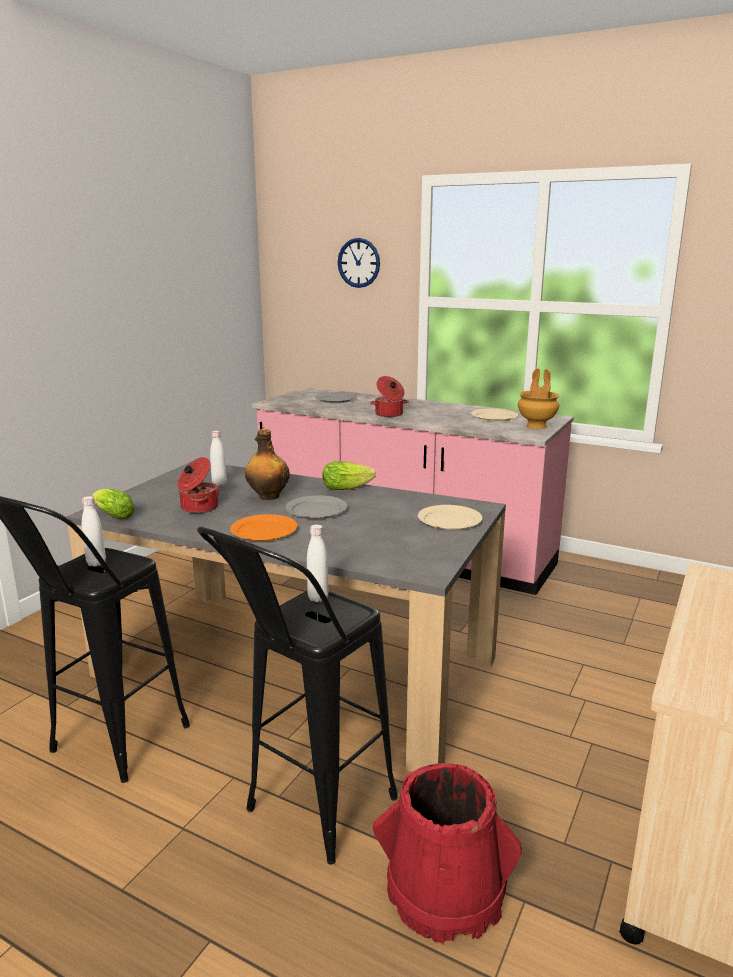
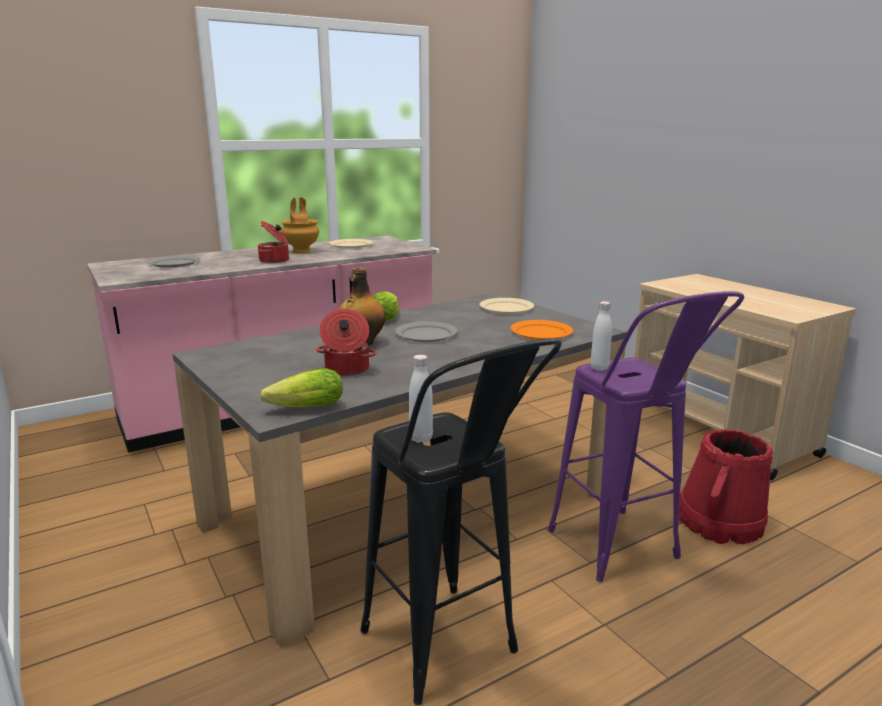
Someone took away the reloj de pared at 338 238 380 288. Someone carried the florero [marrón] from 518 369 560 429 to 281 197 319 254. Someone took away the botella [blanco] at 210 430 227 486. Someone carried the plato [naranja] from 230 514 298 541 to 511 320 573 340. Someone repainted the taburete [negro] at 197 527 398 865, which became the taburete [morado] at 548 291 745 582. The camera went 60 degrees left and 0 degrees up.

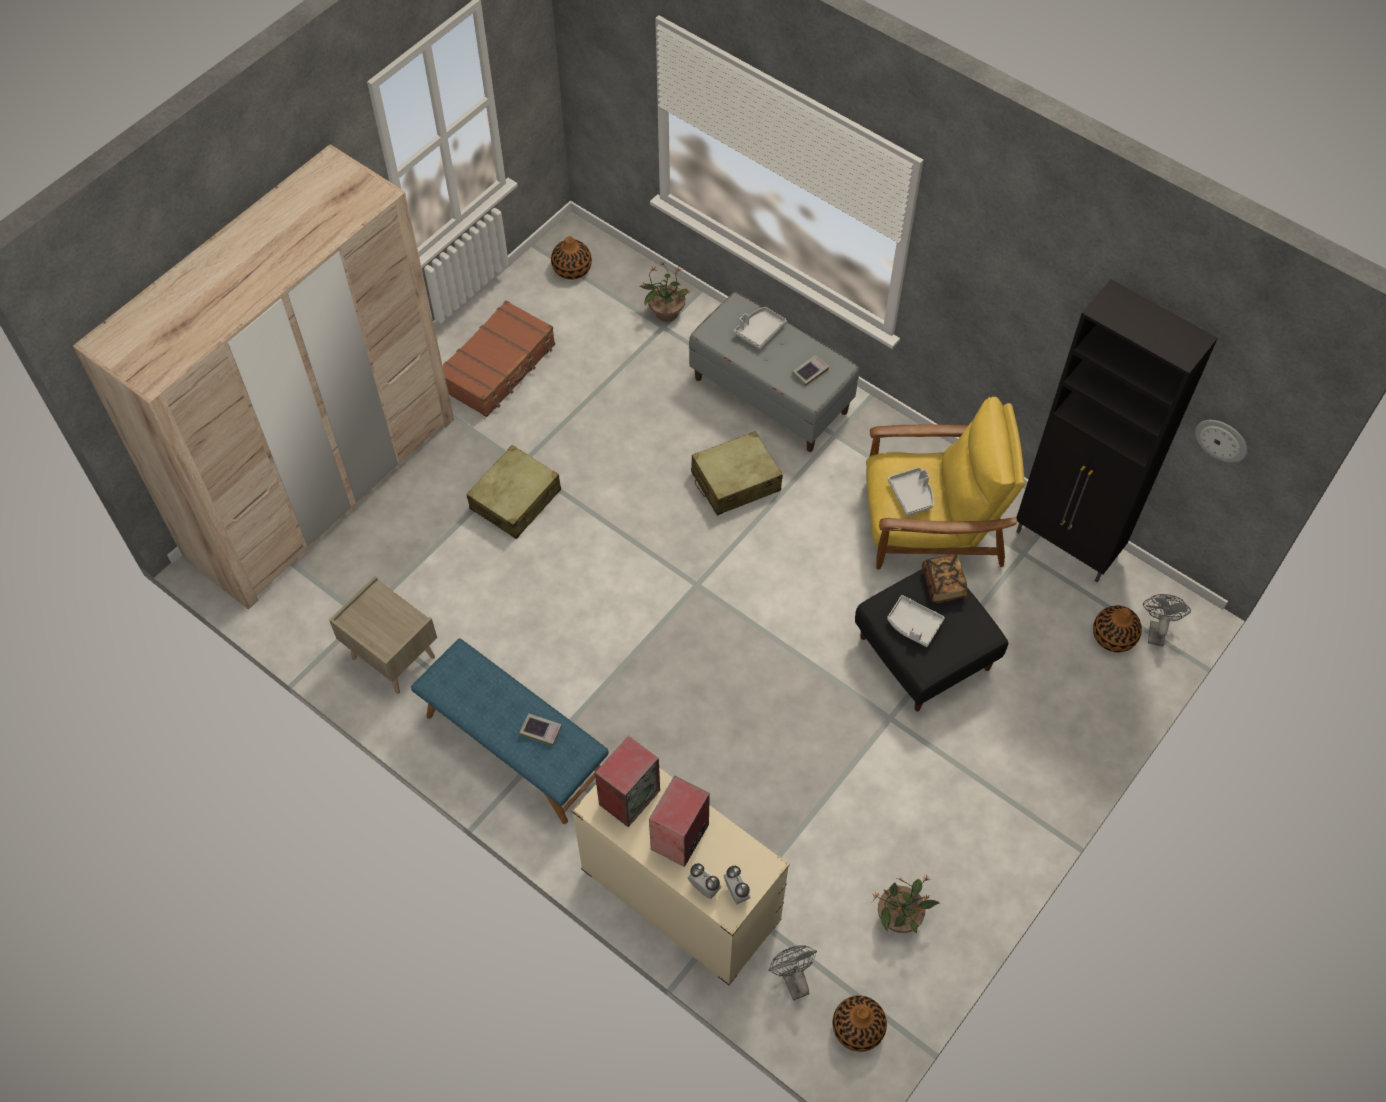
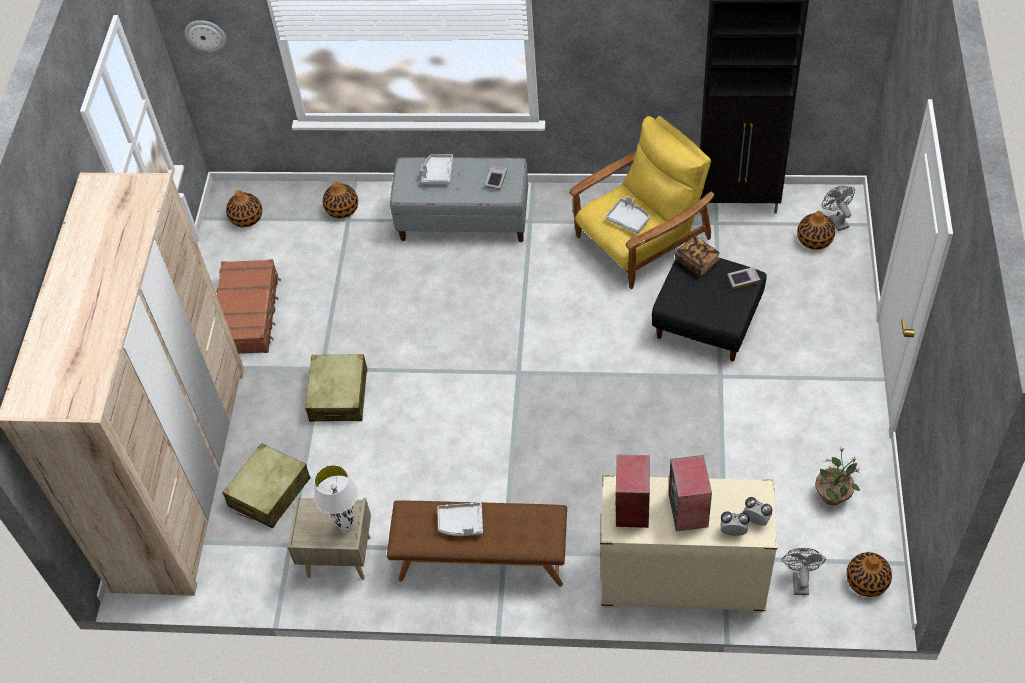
Someone swapped the planta en maceta at 639 261 691 322 for the florero at 323 181 358 219. Someone carried the reloj de pared from 1195 420 1247 463 to 184 20 226 52. Someone carried the maleta [beis] from 691 431 783 516 to 222 443 311 528. Someone carried the bandeja [gris] from 887 595 945 647 to 437 502 483 536. Someone repainted the banco [azul] at 411 639 609 824, which became the banco [marrón] at 387 501 567 587. Someone carried the libro from 519 713 562 746 to 727 267 760 289. Someone rotated the ventilador [gris] at 769 945 817 1000 by 60 degrees clockwise. Someone put down the lámpara de mesa [blanco] at 314 465 358 533. The camera went 30 degrees left and 5 degrees down.

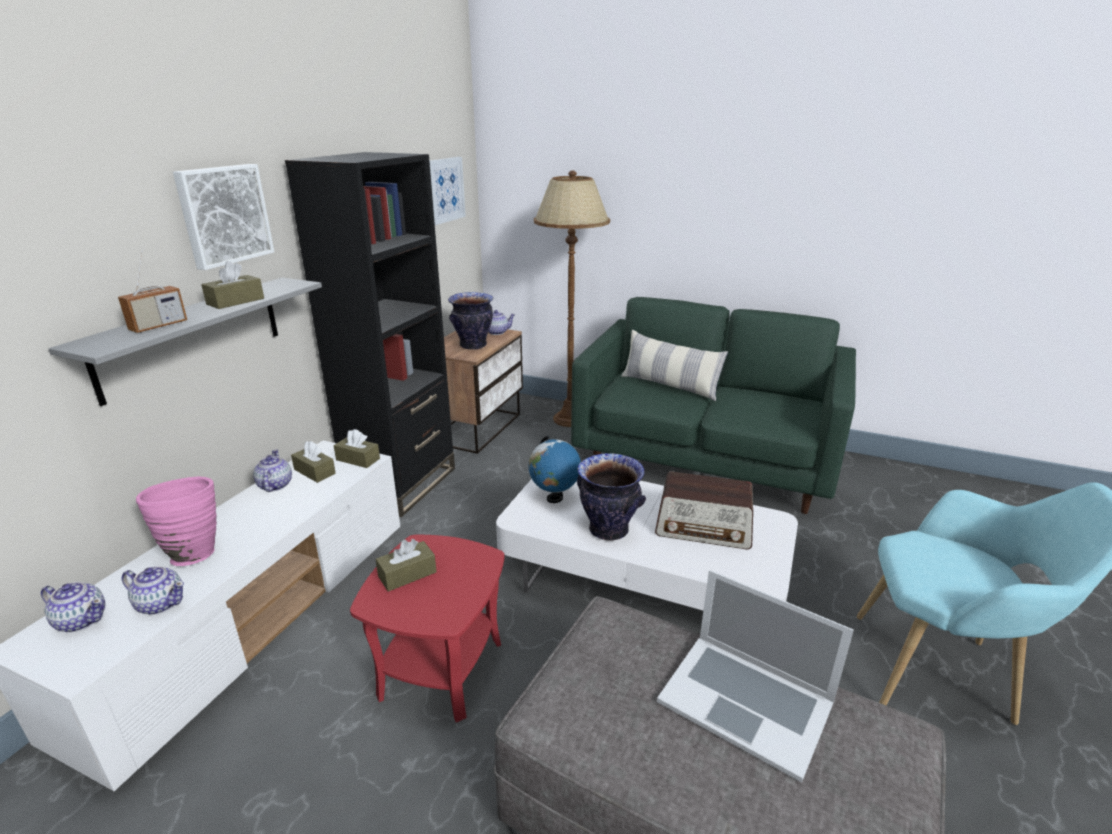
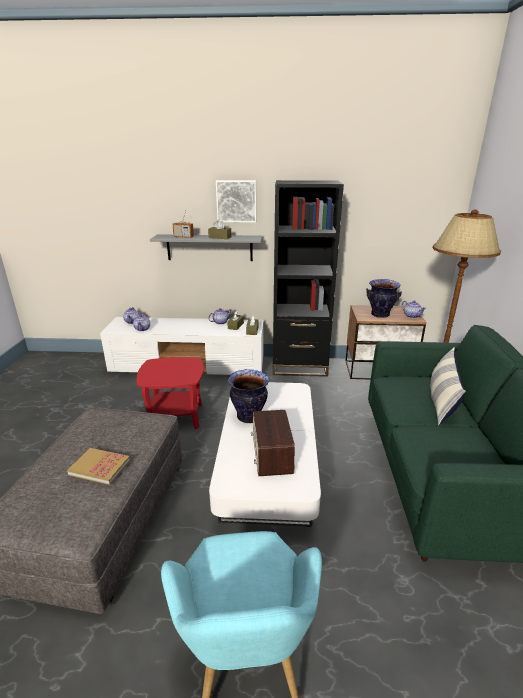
Someone took away the cuadro at 429 157 466 225. Someone took away the globo terráqueo at 528 435 581 503. Someone took away the florero [rosa] at 136 476 217 566. Someone took away the caja de pañuelos [marrón] at 375 539 437 592. Someone swapped the portátil at 657 570 854 783 for the libro at 67 448 131 485. The camera went 70 degrees right and 0 degrees up.

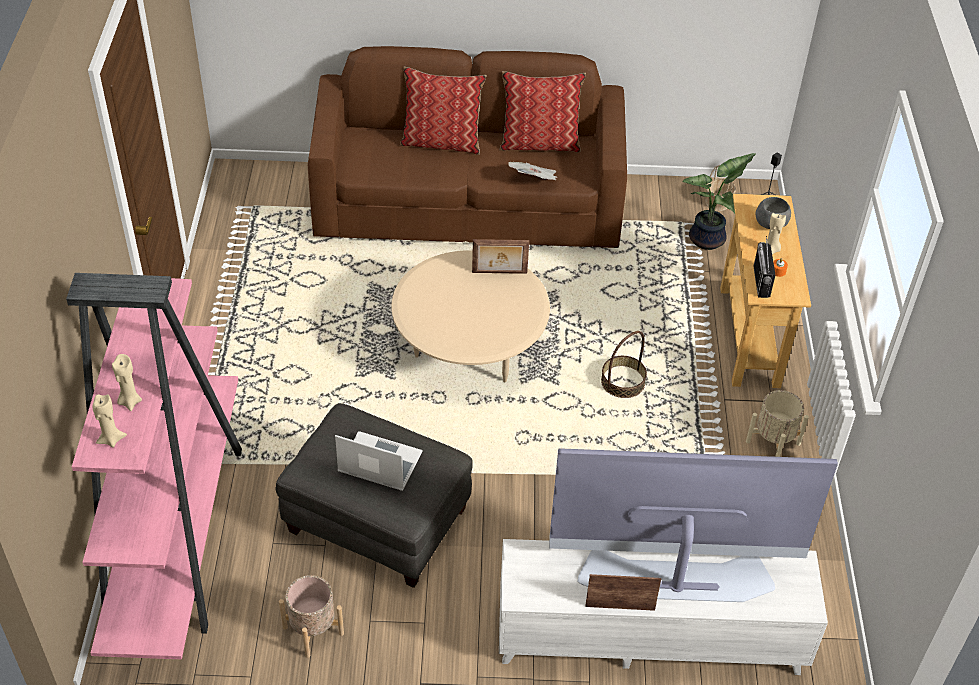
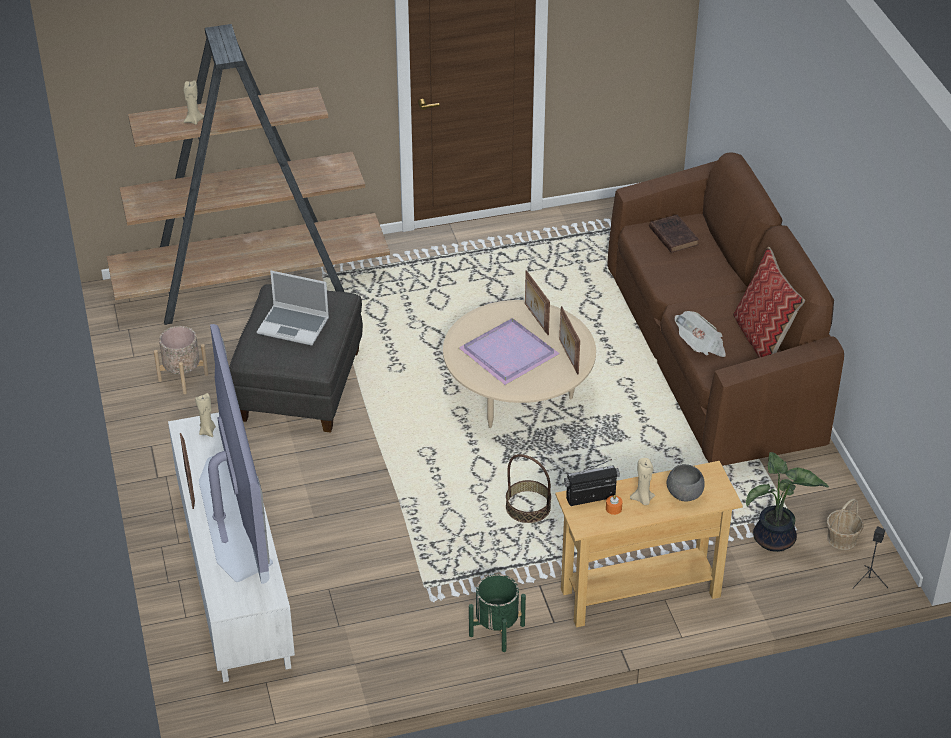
Someone took away the cojín at 400 67 487 155. Someone repainted the estantería [rosa] at 66 273 242 659, which became the estantería [marrón] at 107 24 390 325. Someone repainted the maceta [beis] at 746 390 809 457, which became the maceta [verde] at 469 574 526 652. Someone carried the vela [beis] from 93 394 127 448 to 195 393 216 437. Someone rotated the portátil at 335 431 422 491 by 105 degrees clockwise. Someone put down the libro [marrón] at 649 215 699 253. Someone put down the portarretratos at 525 270 550 335. Someone put down the bandeja [morado] at 459 318 560 385. The camera went 75 degrees right and 5 degrees down.

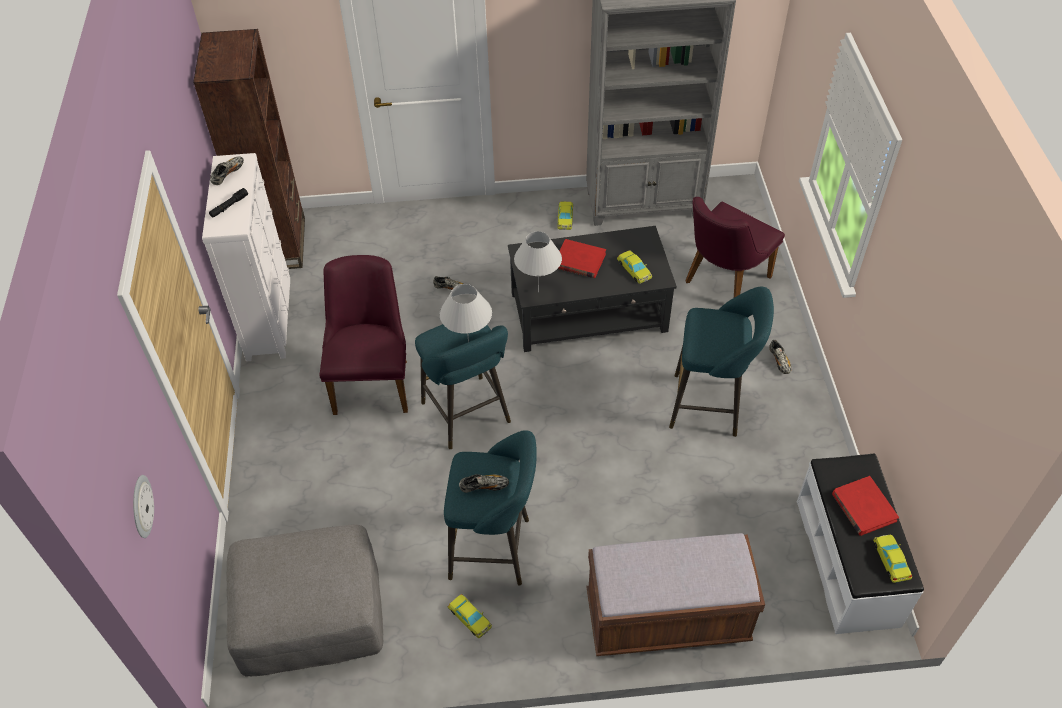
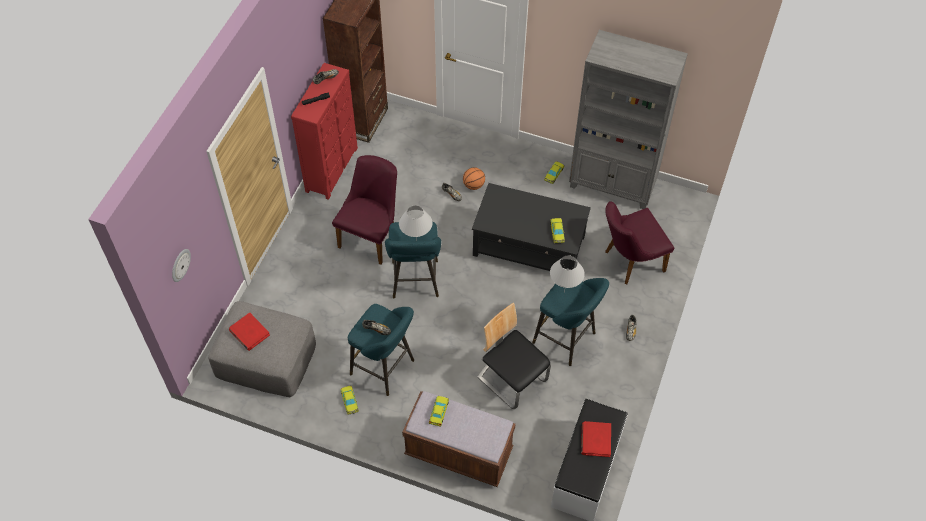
Someone repainted the cómoda [blanco] at 202 153 290 362, which became the cómoda [rojo] at 291 63 358 200. Someone carried the lámpara de mesa [blanco] from 514 231 562 293 to 550 255 585 293. Someone carried the libro [rojo] from 558 239 606 278 to 229 313 270 351. Someone carried the coche de juguete [amarillo] from 873 535 912 583 to 429 396 449 427. Someone put down the balón de baloncesto at 463 167 485 190. Someone put down the silla at 477 303 551 409. The camera went 25 degrees right and 5 degrees up.

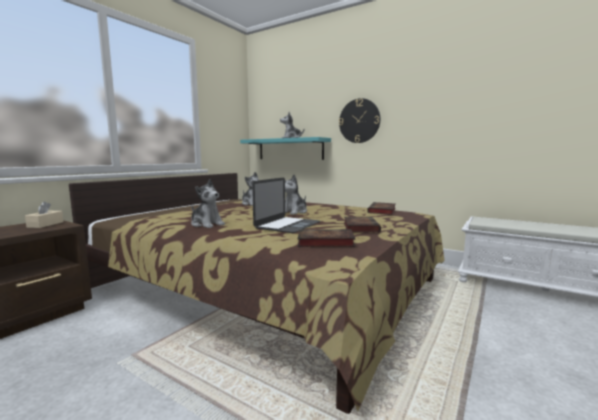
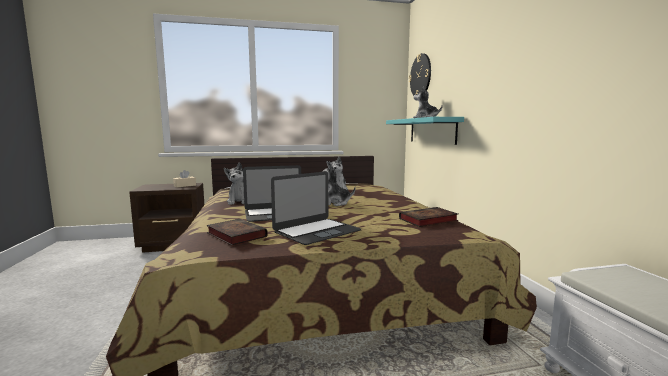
Someone carried the reloj de pared from 339 98 380 143 to 409 53 431 96. Someone swapped the libro at 344 217 381 232 for the portátil at 271 171 361 245. The camera went 45 degrees right and 0 degrees up.

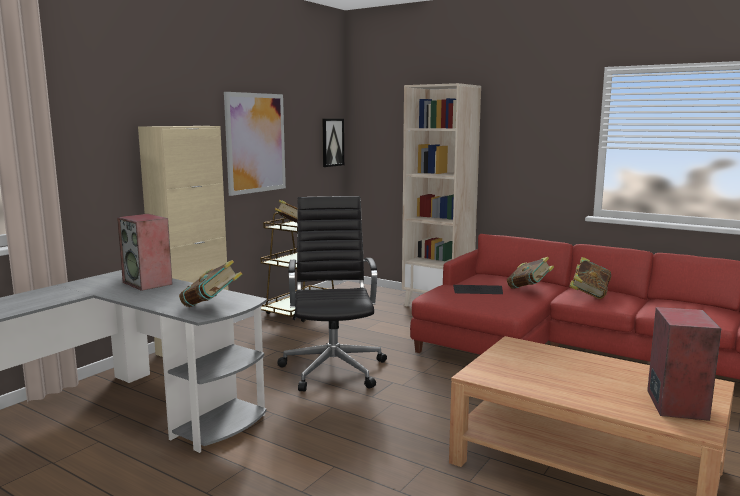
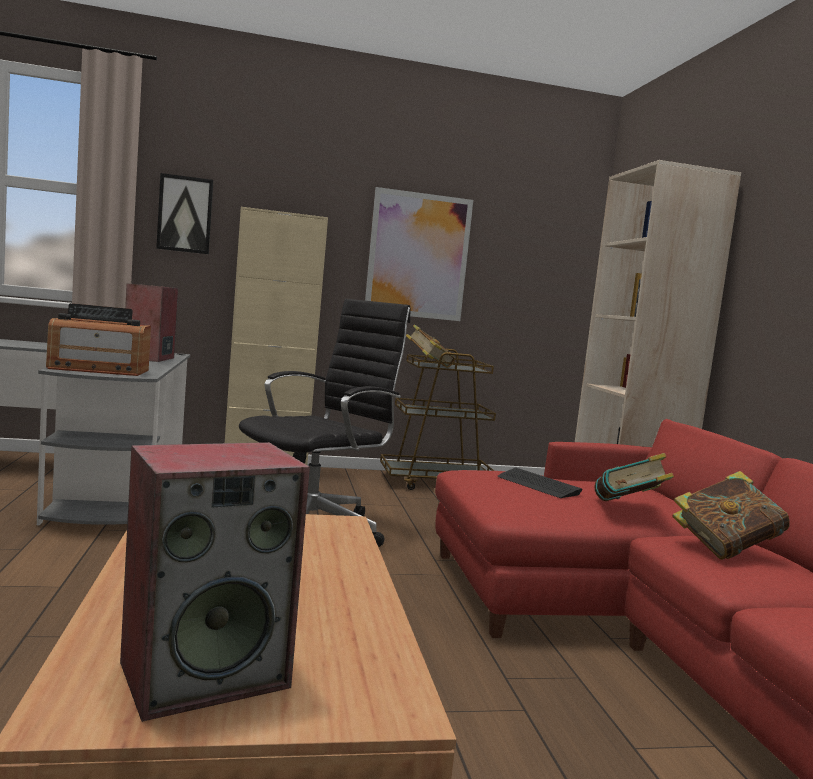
Someone carried the cuadro from 322 119 344 167 to 156 173 214 254. Someone swapped the libro at 179 260 242 307 for the radio at 46 303 151 376. The camera went 45 degrees right and 5 degrees down.

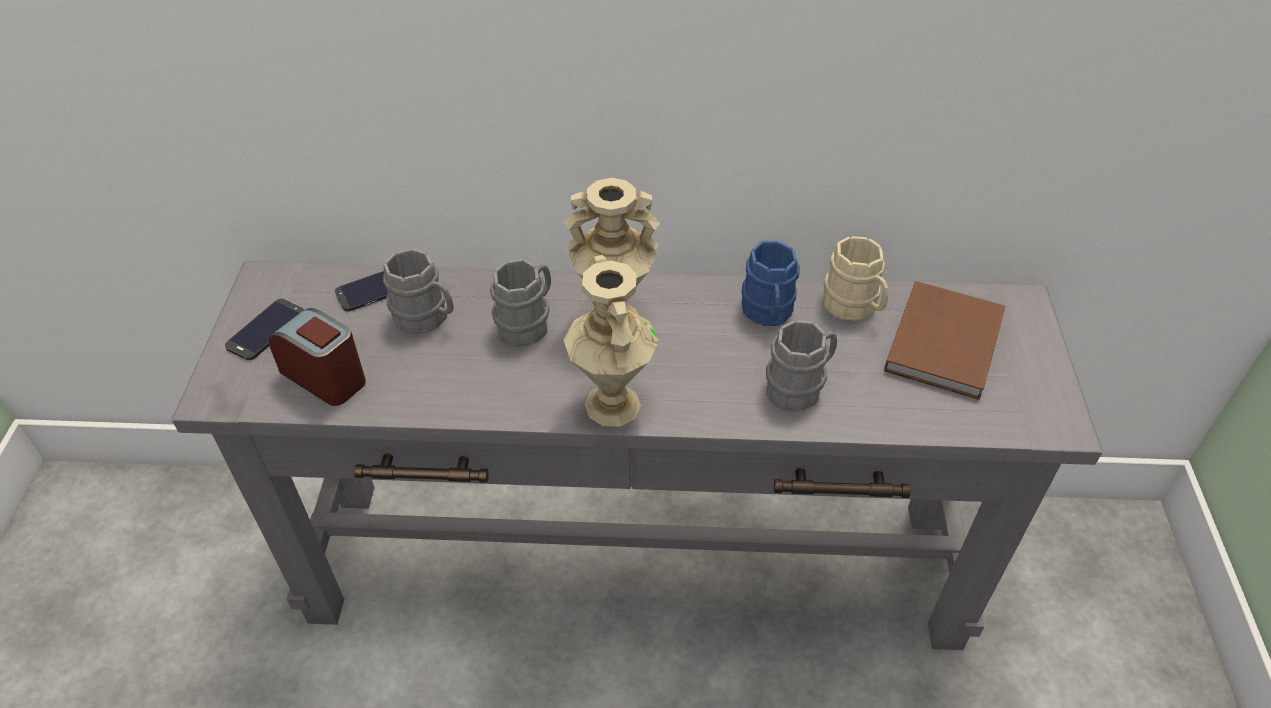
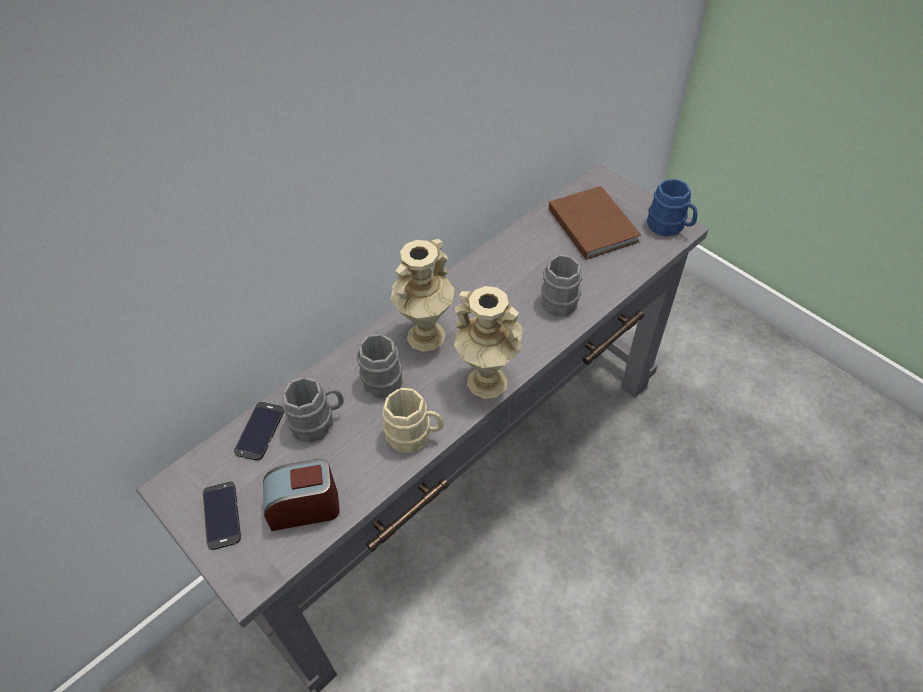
Someone carried the taza grande [beis] from 823 236 888 321 to 382 388 444 453. Someone carried the taza grande [azul] from 741 241 800 326 to 647 179 698 236. The camera went 45 degrees left and 5 degrees up.

